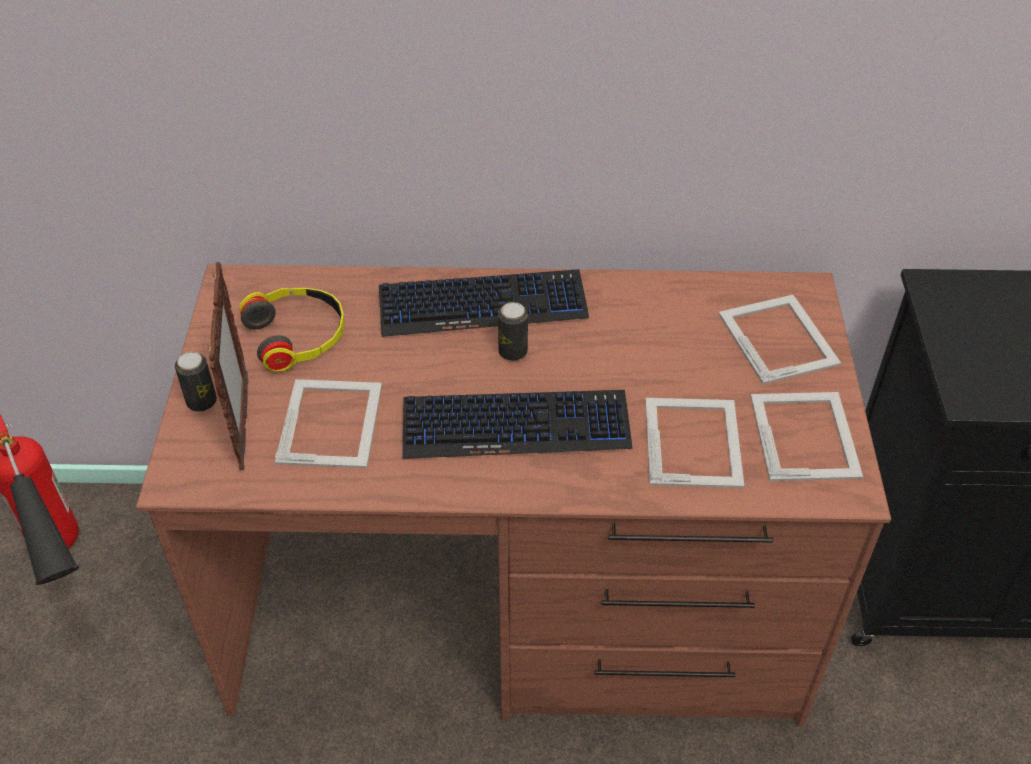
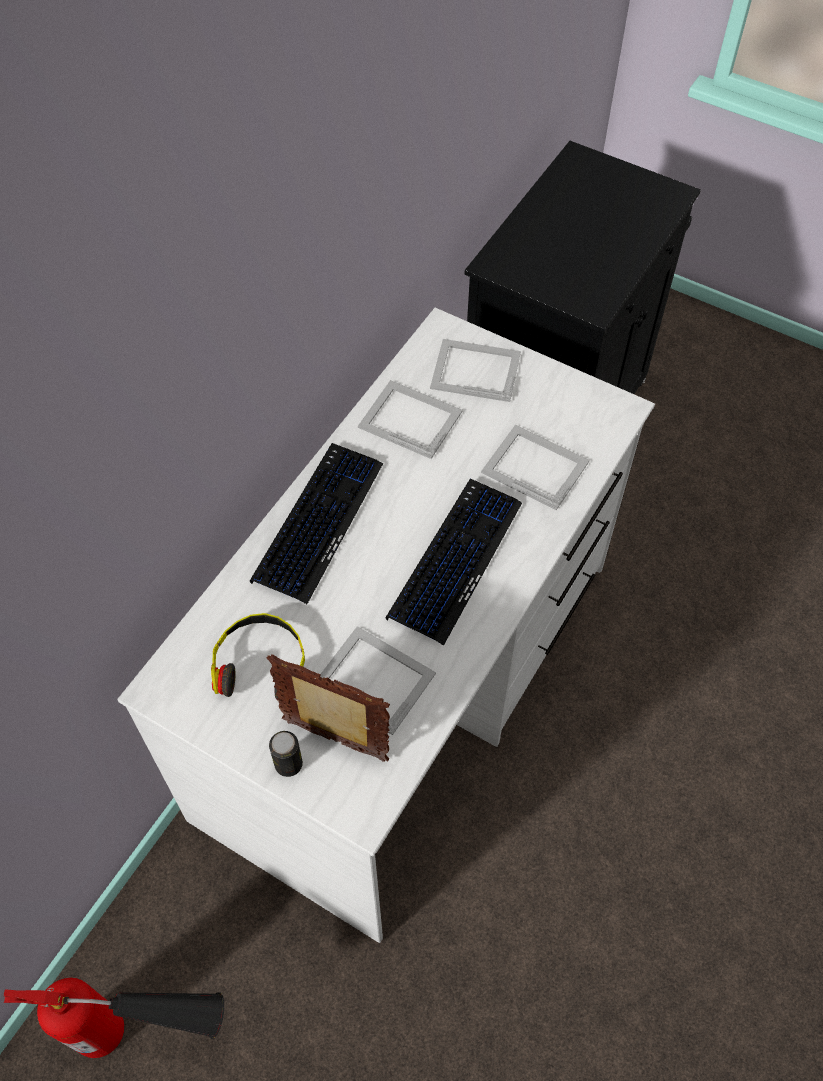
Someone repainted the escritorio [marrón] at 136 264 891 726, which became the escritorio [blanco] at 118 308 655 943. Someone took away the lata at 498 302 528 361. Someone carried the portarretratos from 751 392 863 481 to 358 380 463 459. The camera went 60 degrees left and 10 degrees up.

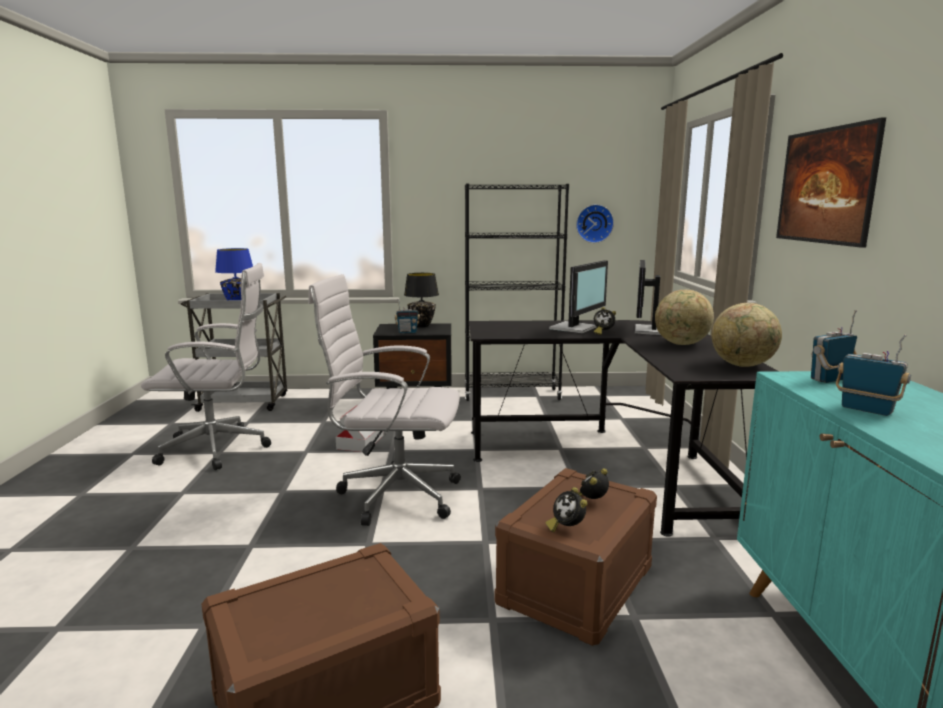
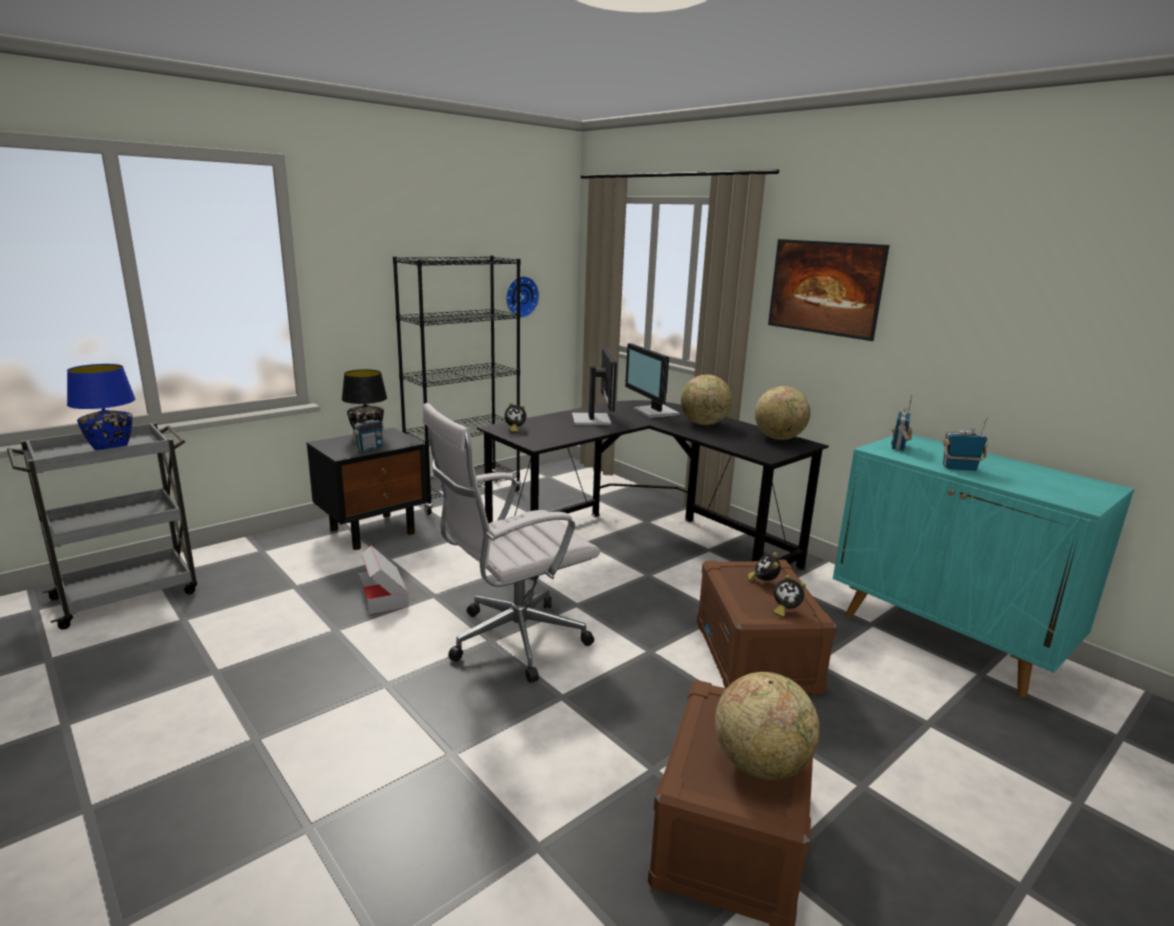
Someone took away the silla de oficina [blanco] at 141 263 271 470. Someone carried the despertador from 594 307 616 335 to 505 403 526 433. Someone put down the globo terráqueo at 715 672 820 780. The camera went 40 degrees left and 5 degrees up.

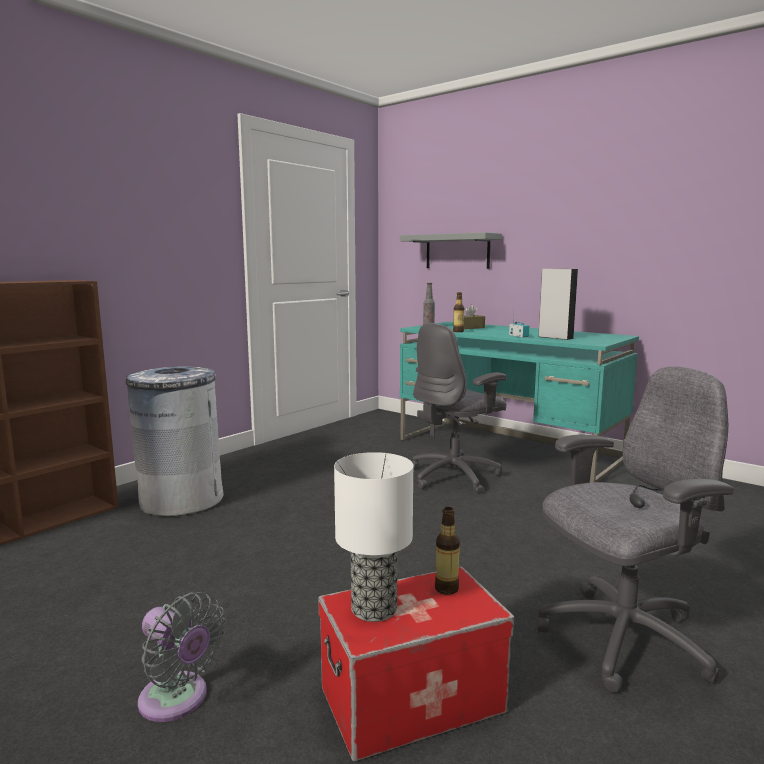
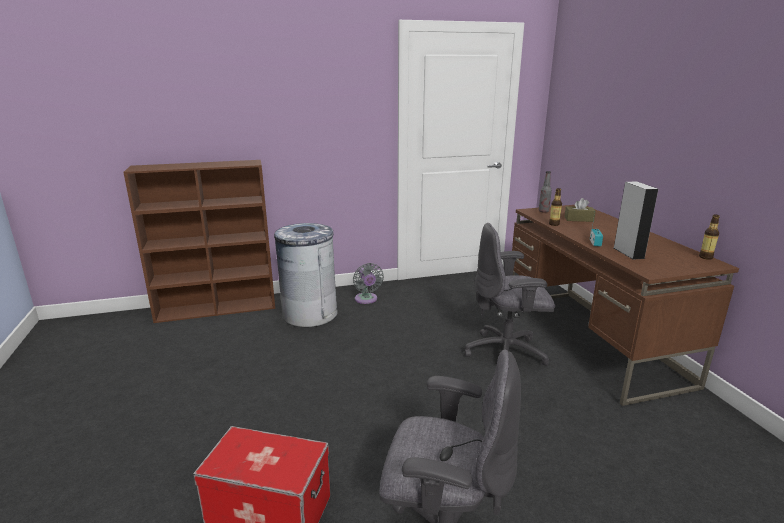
Someone took away the estante [gris] at 400 232 502 269. Someone repainted the escritorio [turquesa] at 400 322 639 483, which became the escritorio [marrón] at 512 205 739 406. Someone took away the lámpara de mesa at 334 452 413 622. Someone carried the botella from 435 507 460 595 to 699 214 720 260. Someone carried the ventilador [gris] from 138 592 226 722 to 353 263 384 304. The camera went 35 degrees right and 10 degrees up.

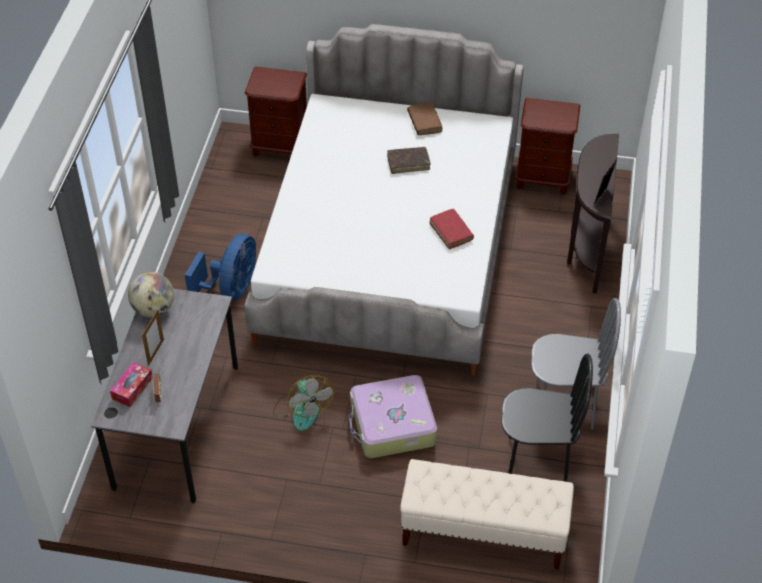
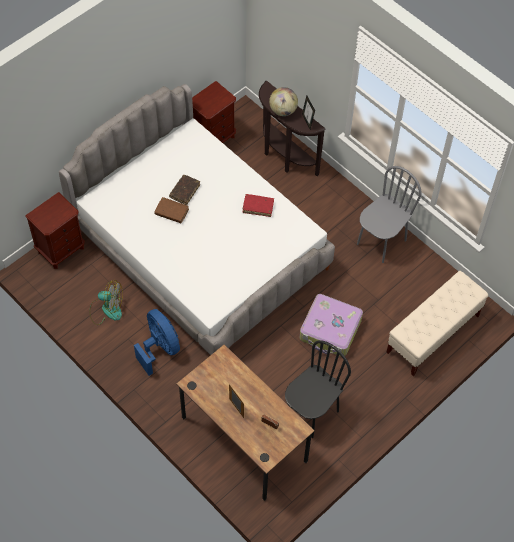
Someone carried the libro [marrón] from 407 102 442 135 to 154 197 189 223. Someone carried the globo terráqueo from 128 272 174 317 to 269 87 298 116. Someone repainted the escritorio [gris] at 91 289 238 503, which became the escritorio [marrón] at 176 344 315 501. Someone carried the silla [negro] from 501 353 593 482 to 285 340 351 438. Someone took away the caja de pañuelos at 110 362 153 407. Someone carried the ventilador from 273 375 334 431 to 89 281 123 325. The camera went 55 degrees left and 10 degrees up.

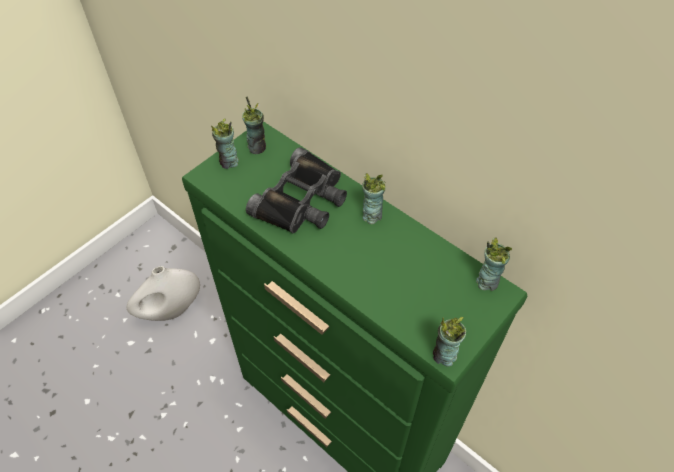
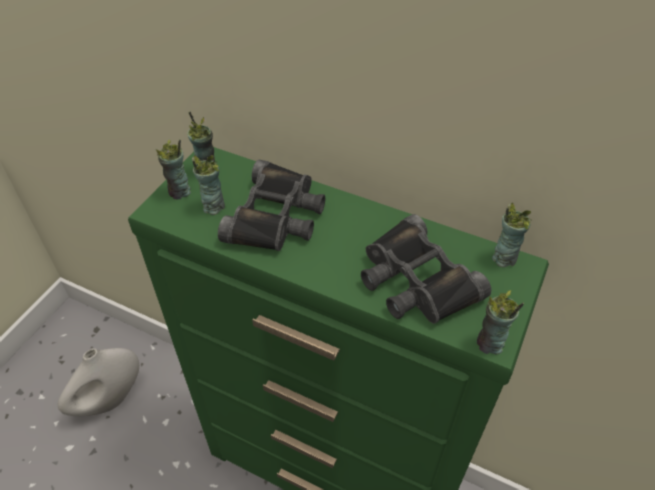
Someone carried the taza from 362 173 386 224 to 192 155 225 215. Someone put down the prismáticos [negro] at 361 214 491 324. The camera went 15 degrees left and 5 degrees down.

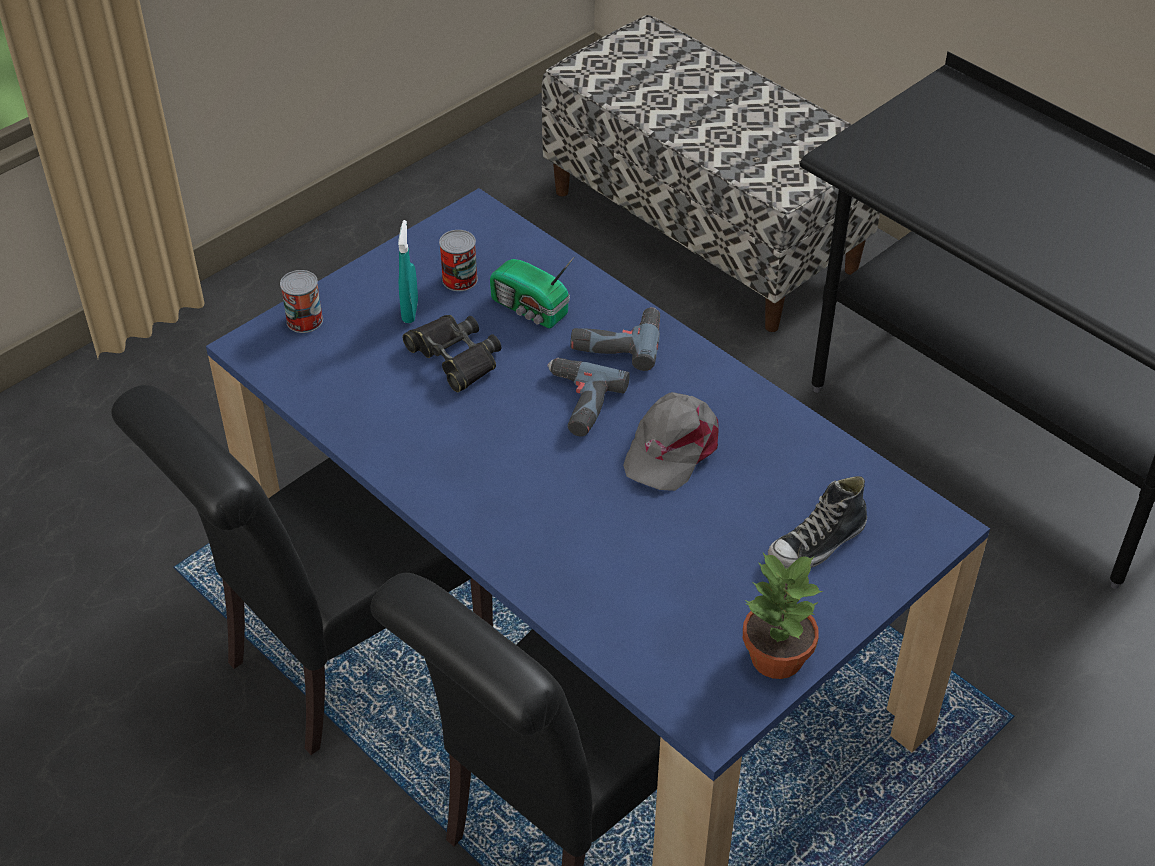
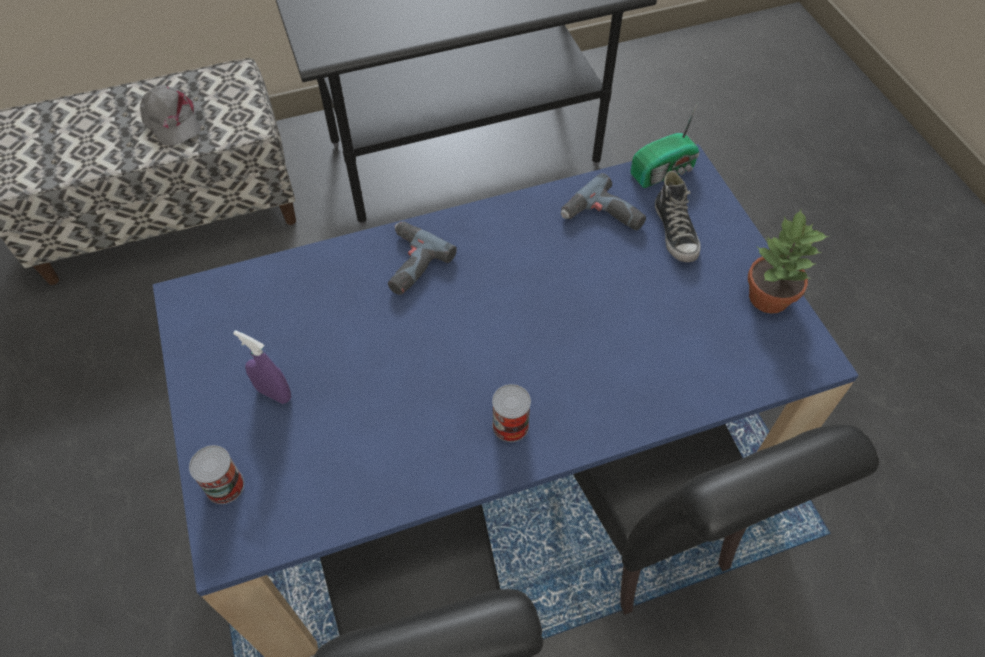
Someone repainted the pulverizador [turquesa] at 398 220 418 323, which became the pulverizador [morado] at 233 330 291 404. Someone carried the lata from 439 230 478 291 to 492 384 531 442. Someone carried the radio from 490 257 574 328 to 630 102 700 188. Someone took away the prismáticos [negro] at 403 315 501 392. Someone carried the taladro from 548 358 630 437 to 561 173 646 230. Someone carried the gorra [gris] from 623 392 719 491 to 140 85 201 146. The camera went 65 degrees left and 10 degrees up.

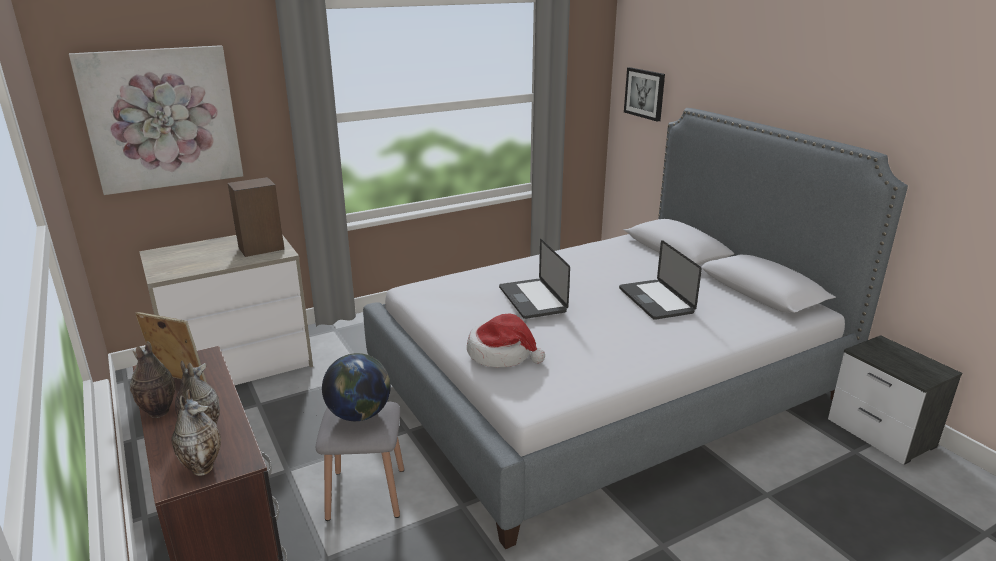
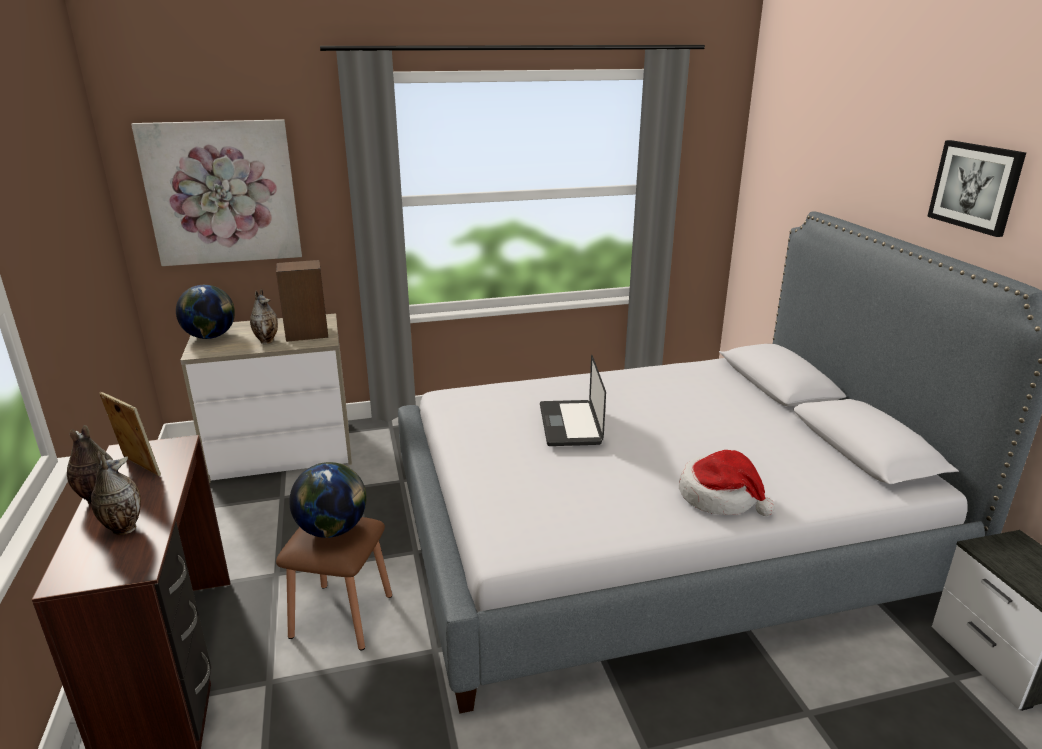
Someone carried the cuadro from 624 67 665 122 to 927 140 1026 237. Someone took away the portátil at 619 240 702 320. Someone carried the sombrero from 467 313 545 368 to 679 450 775 516. Someone carried the florero from 171 389 221 476 to 250 289 278 344. Someone repainted the taburete [gris] at 316 401 404 521, which became the taburete [marrón] at 276 517 392 651. Someone put down the globo terráqueo at 176 285 235 339. The camera went 15 degrees right and 0 degrees up.

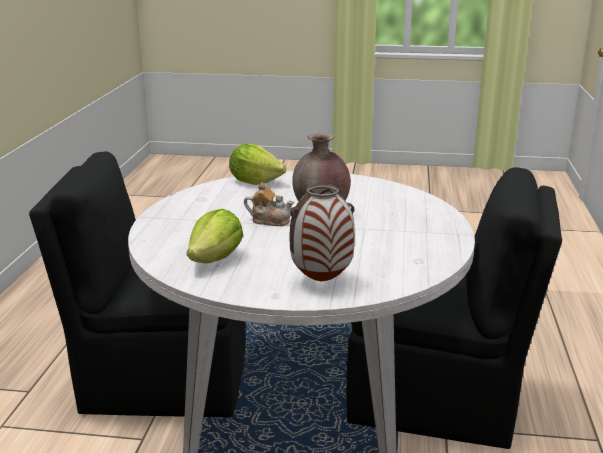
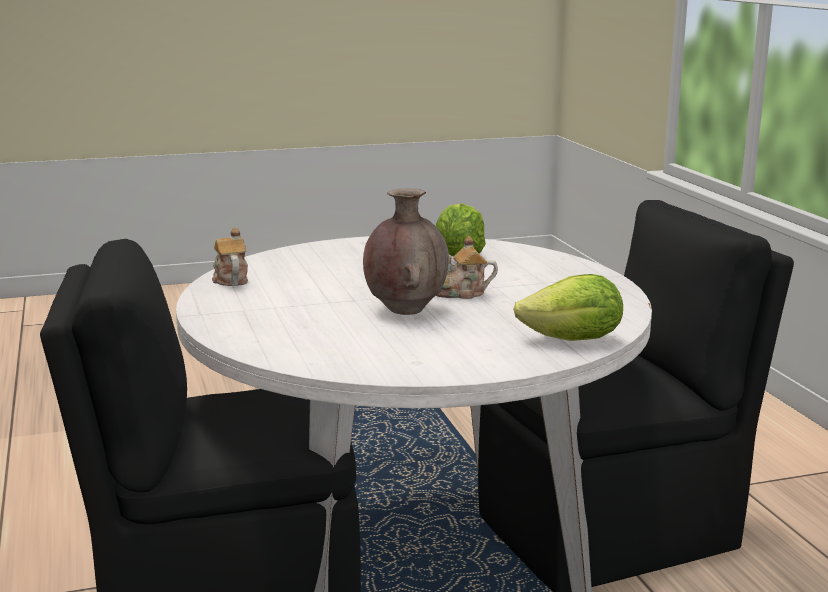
Someone took away the florero at 290 183 355 282. Someone put down the tetera at 212 227 248 286. The camera went 155 degrees right and 5 degrees down.

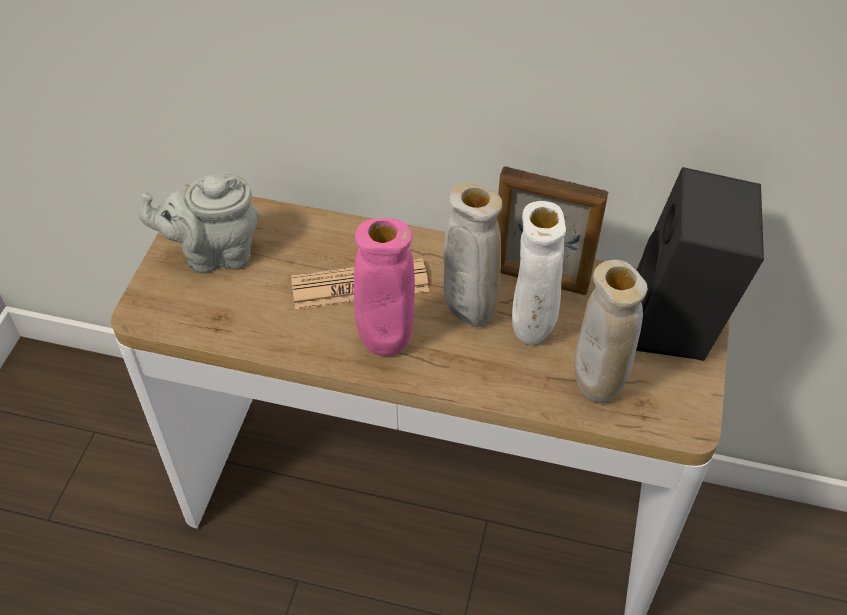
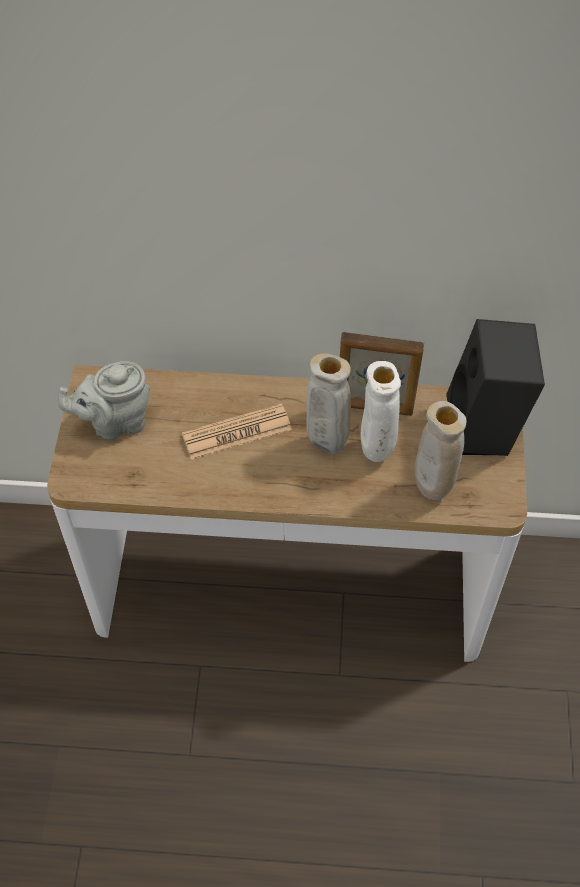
Someone took away the florero [rosa] at 354 218 415 356. The camera went 10 degrees left and 5 degrees up.

